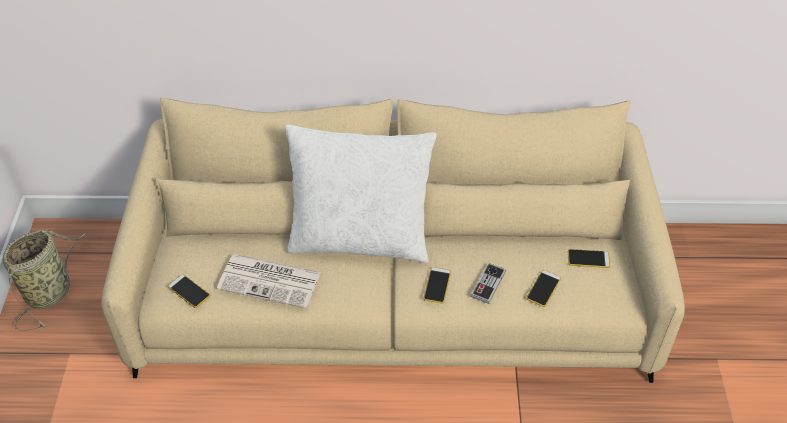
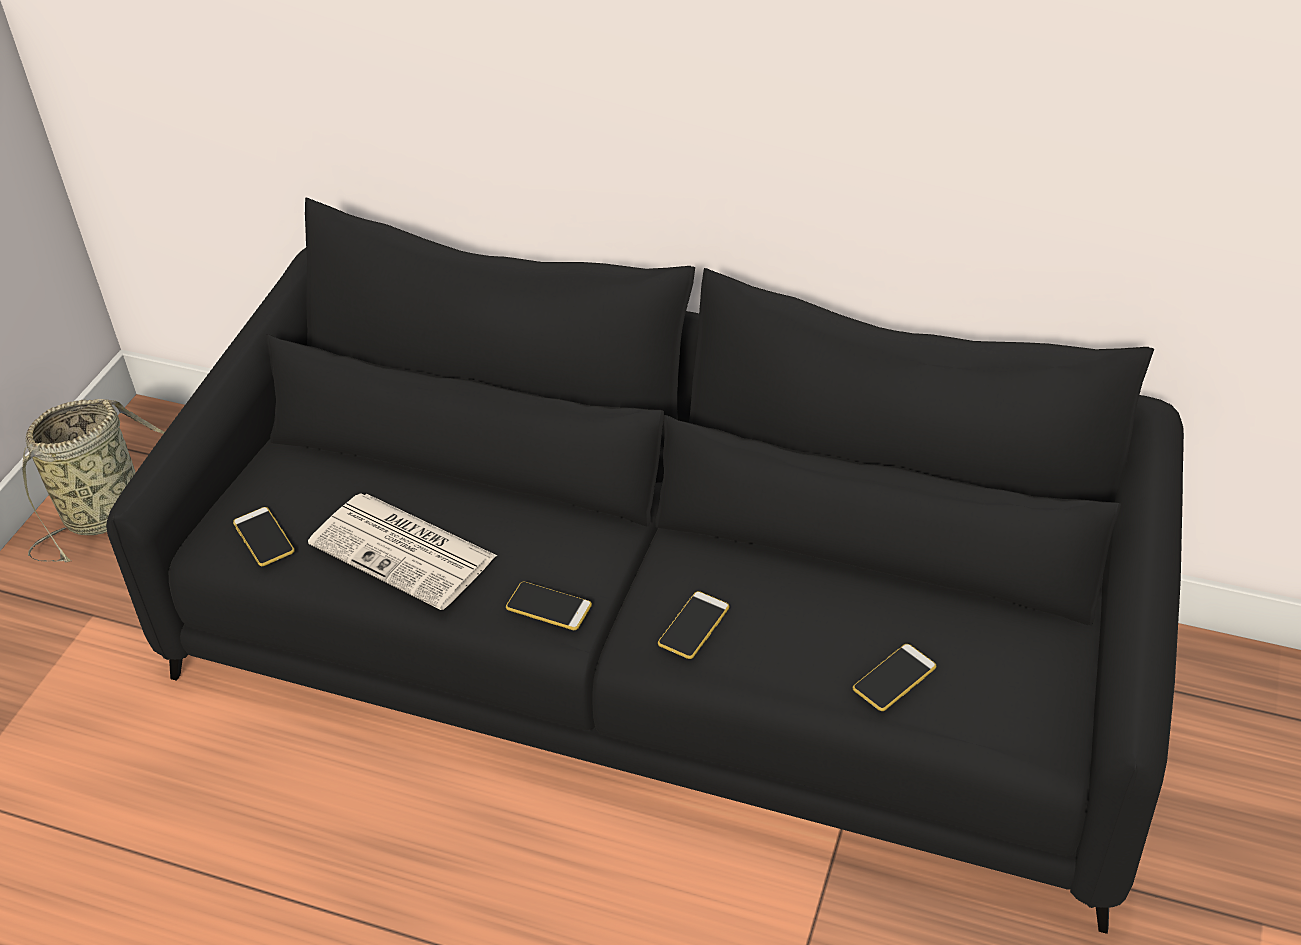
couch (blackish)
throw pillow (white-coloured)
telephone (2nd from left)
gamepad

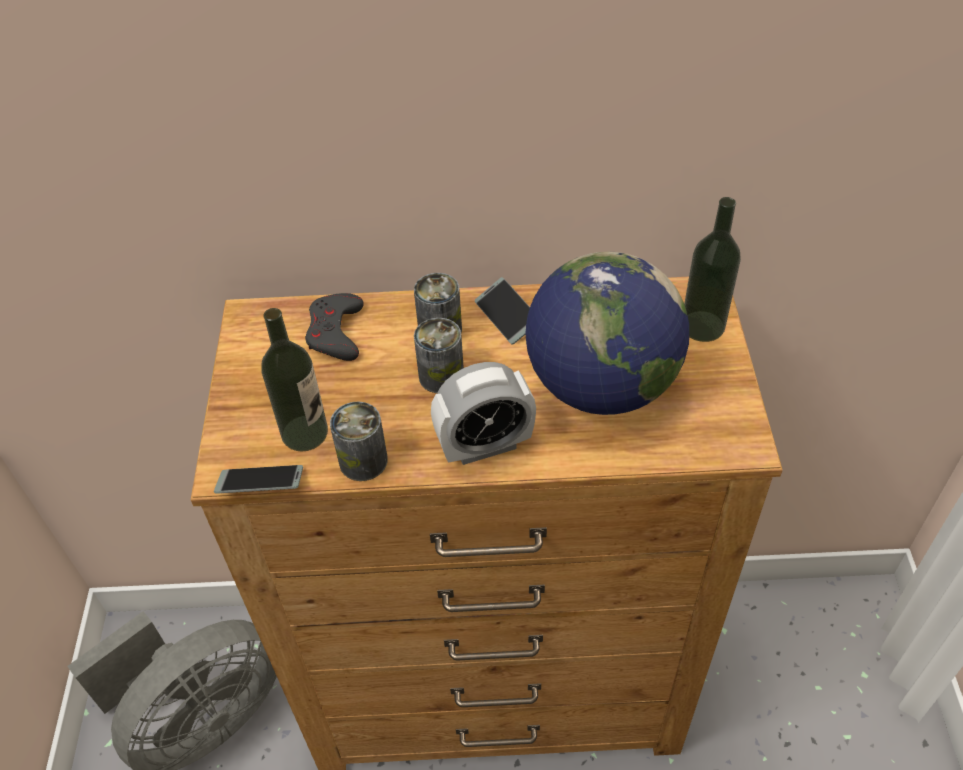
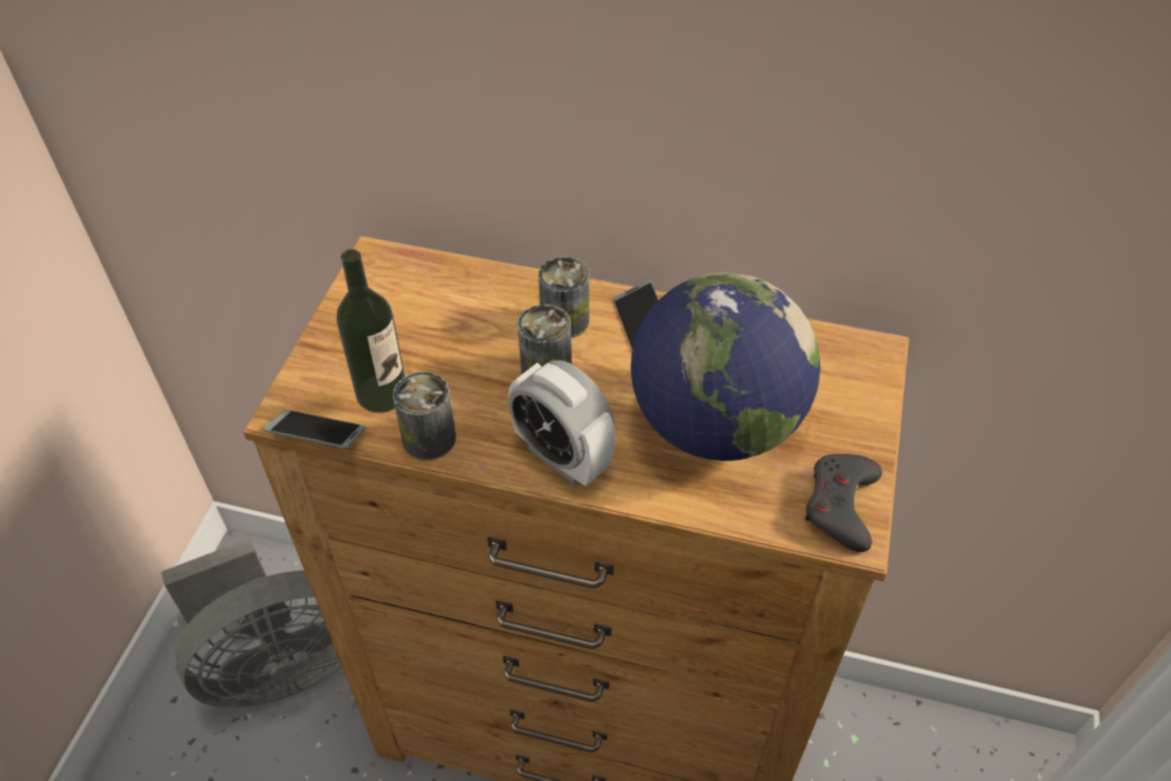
drink bottle (2nd from left in the first image)
gamepad (grey)
bedside clock

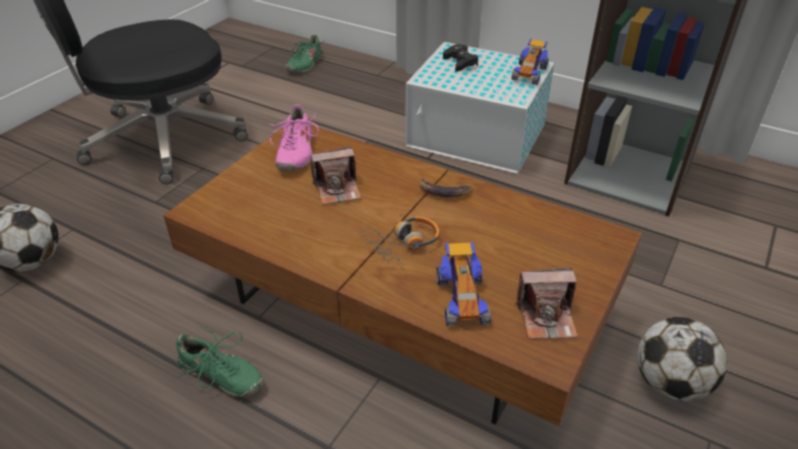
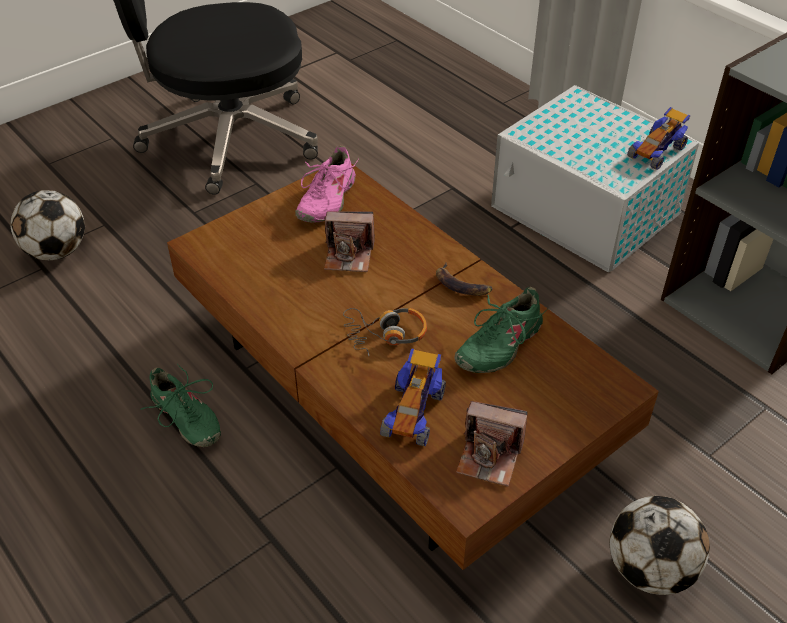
item of footwear (green-coloured) (2nd from left)
gamepad (blackish)

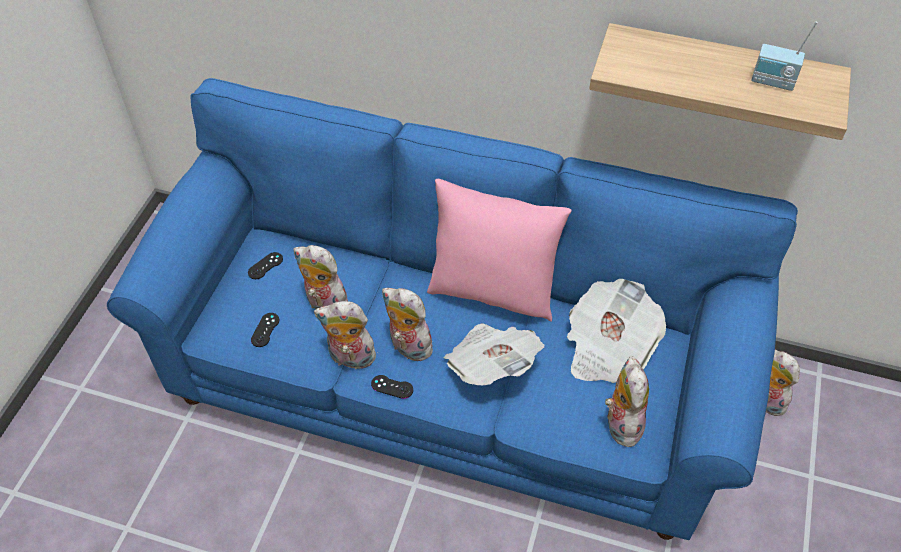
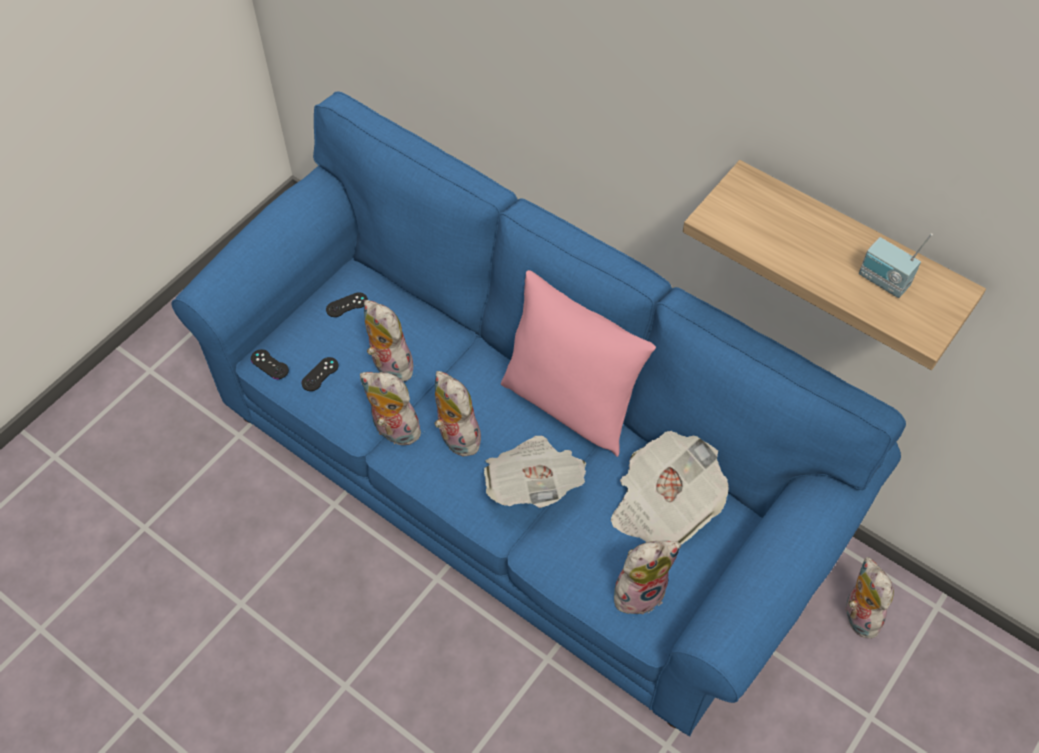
soft toy (4th from left)
gamepad (blackish) (1st from left)

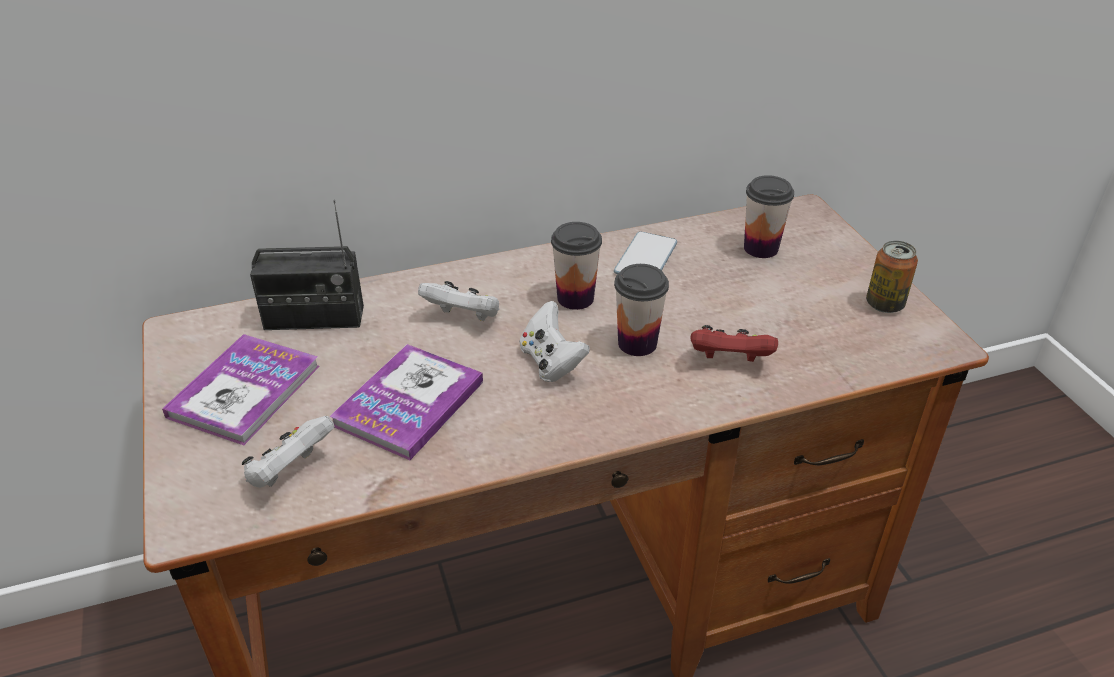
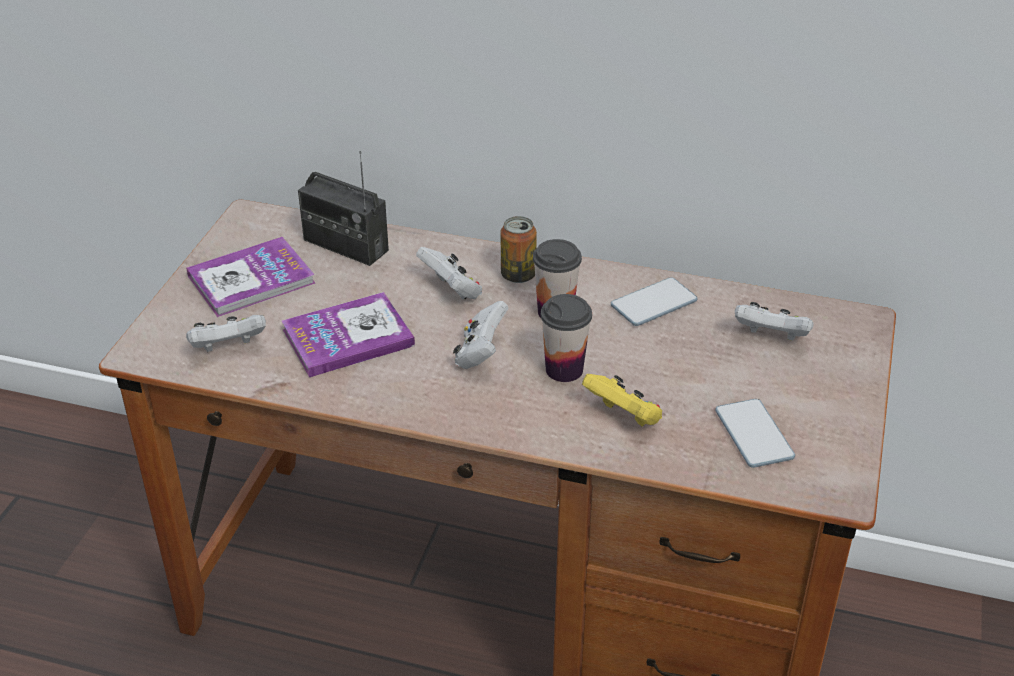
gamepad (white-coloured) (4th from left)
metal can
gamepad (yellow)
telephone (2nd from left)

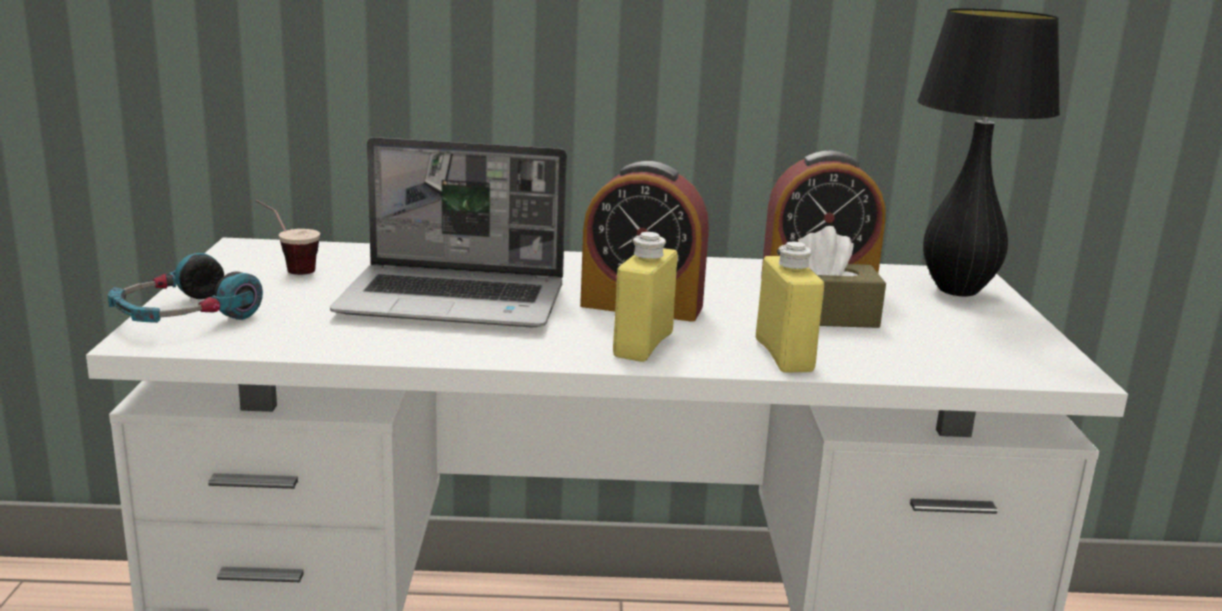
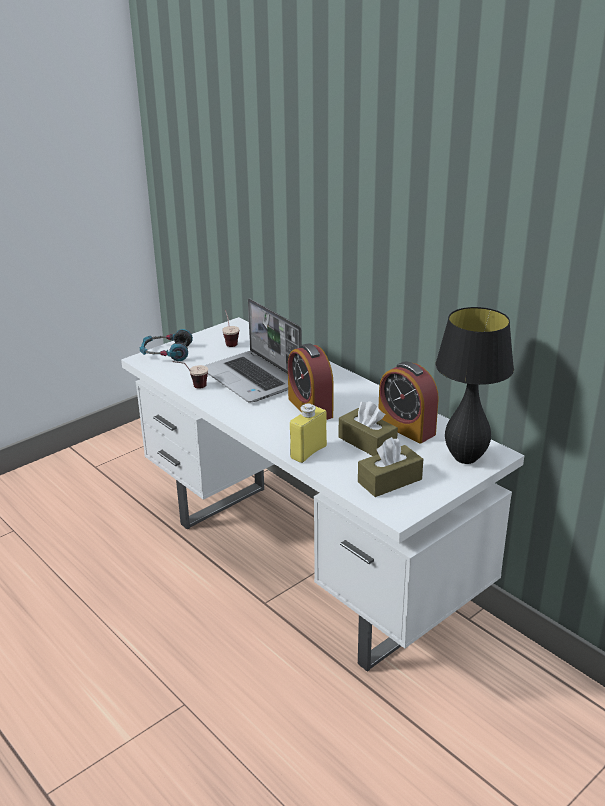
drink bottle (yellow) (1st from left in the first image)
cup (1st from left)
tissue holder (brownish) (2nd from left)

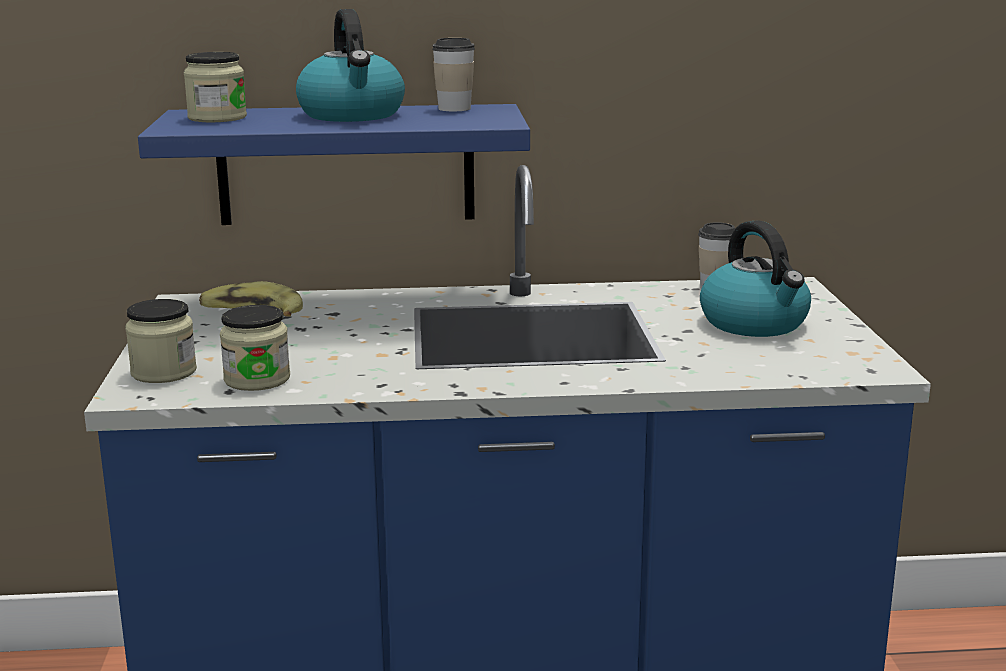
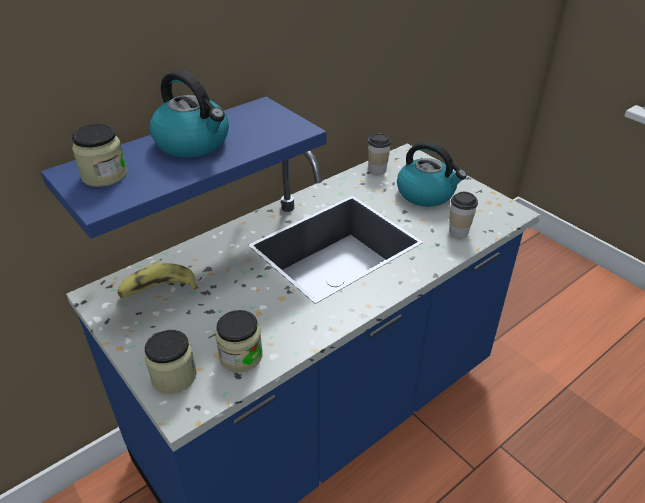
cup (2nd from left)

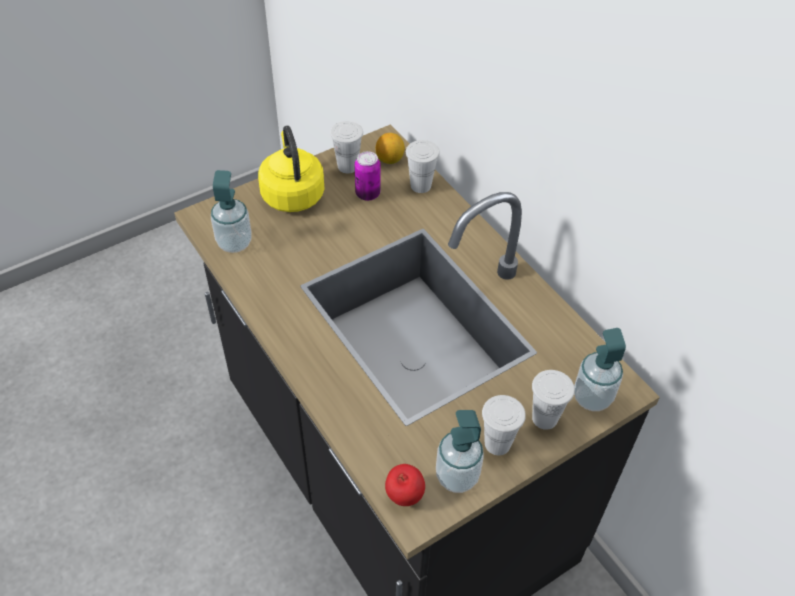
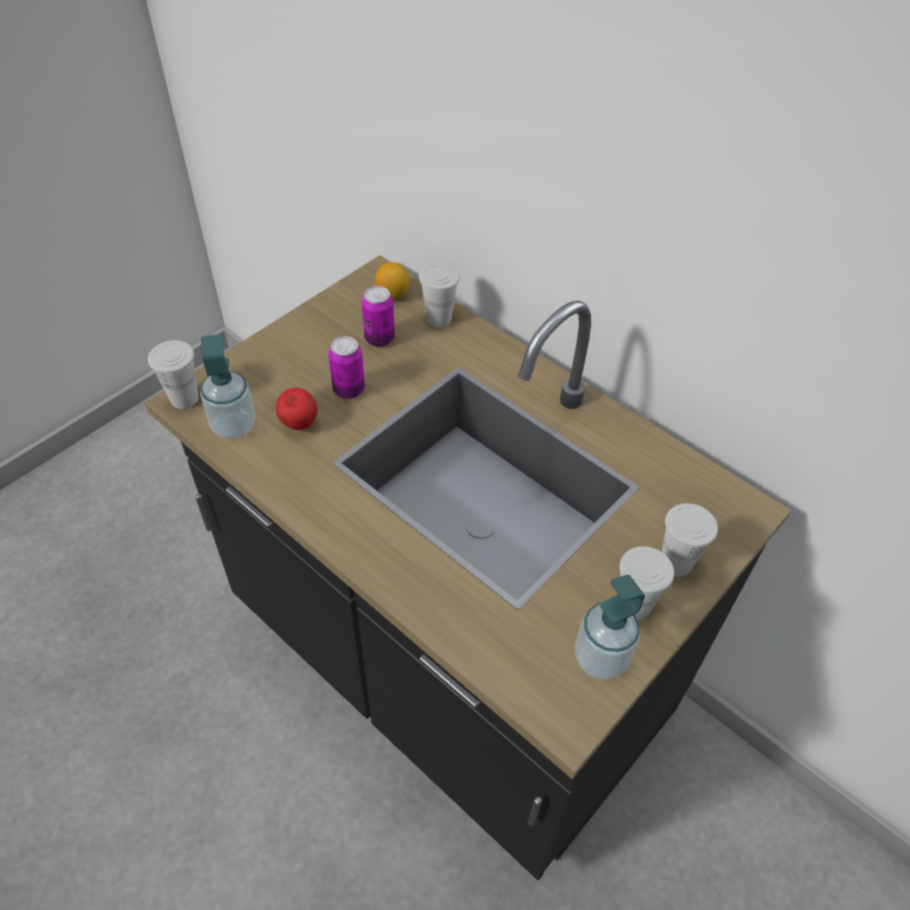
cup (white-coloured) (1st from left)
water kettle (yellow)
soap dispenser (3rd from left in the first image)
apple fruit
metal can (1st from left)

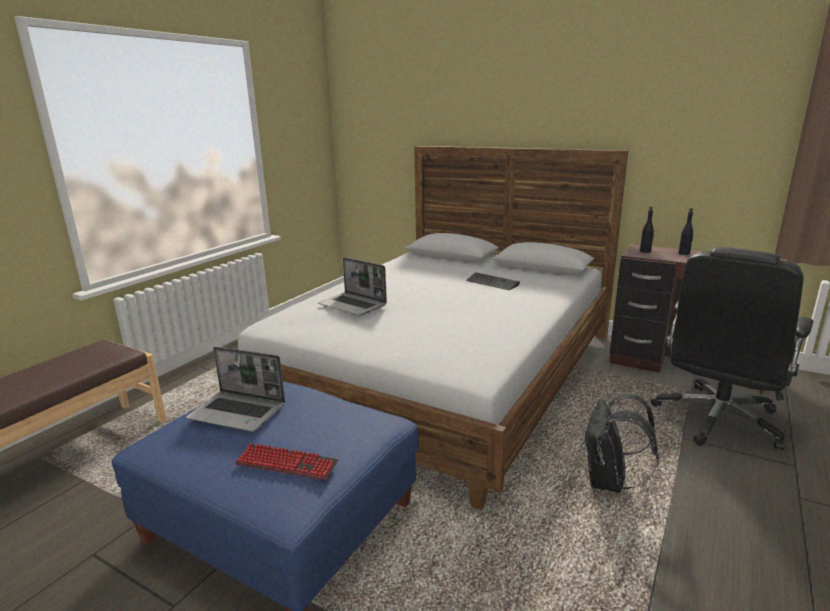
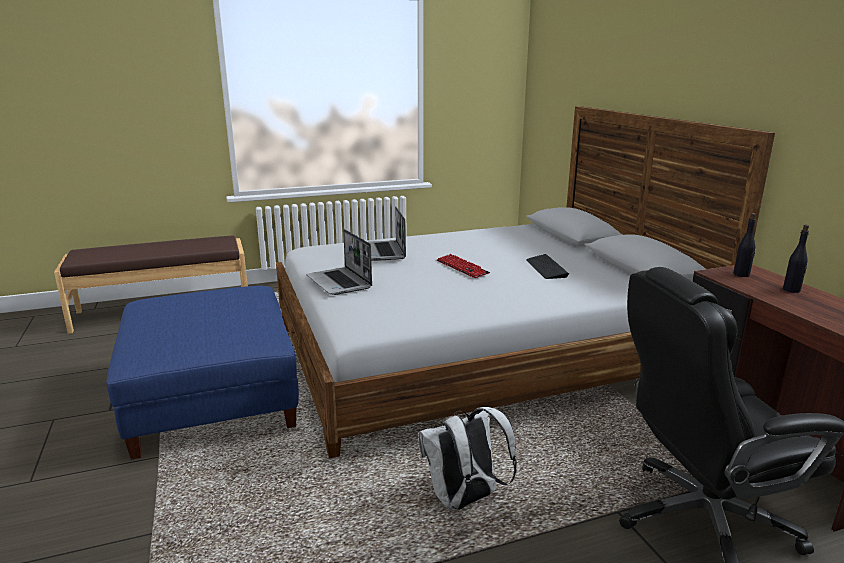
portable computer (1st from left)
knapsack (white-coloured)
PC keyboard (1st from left)

